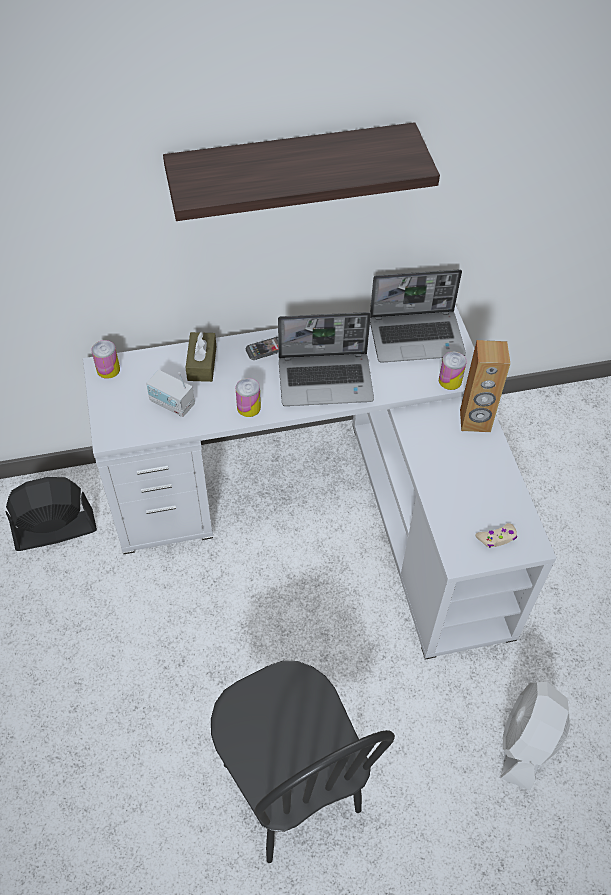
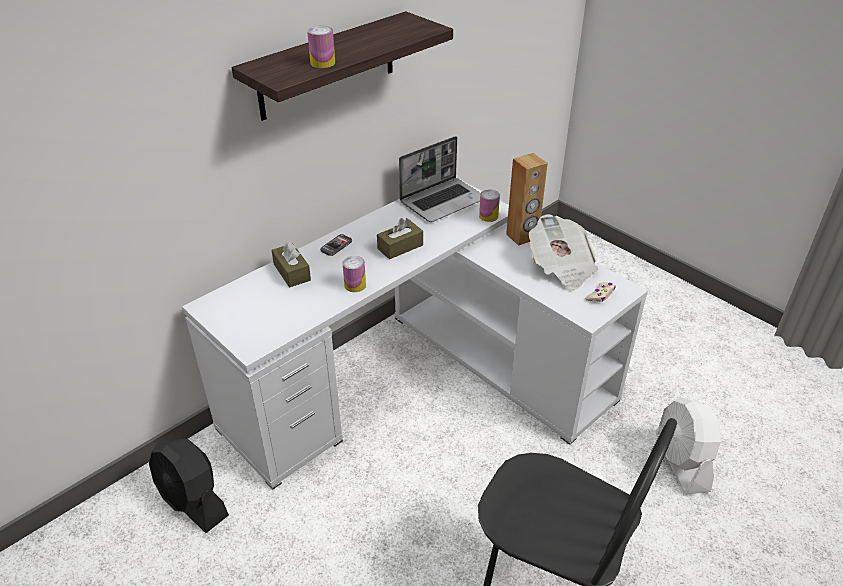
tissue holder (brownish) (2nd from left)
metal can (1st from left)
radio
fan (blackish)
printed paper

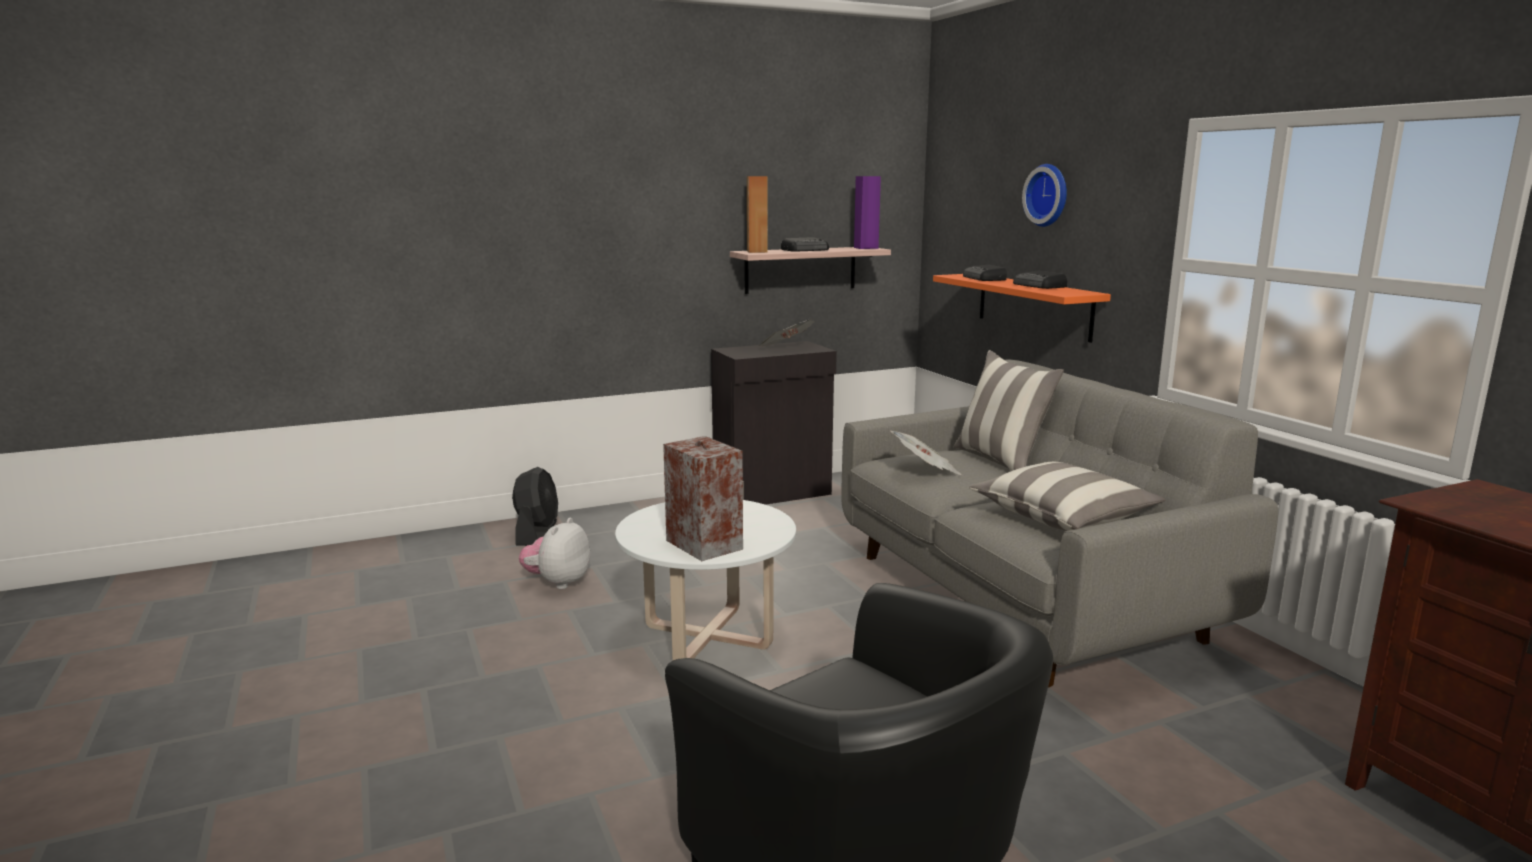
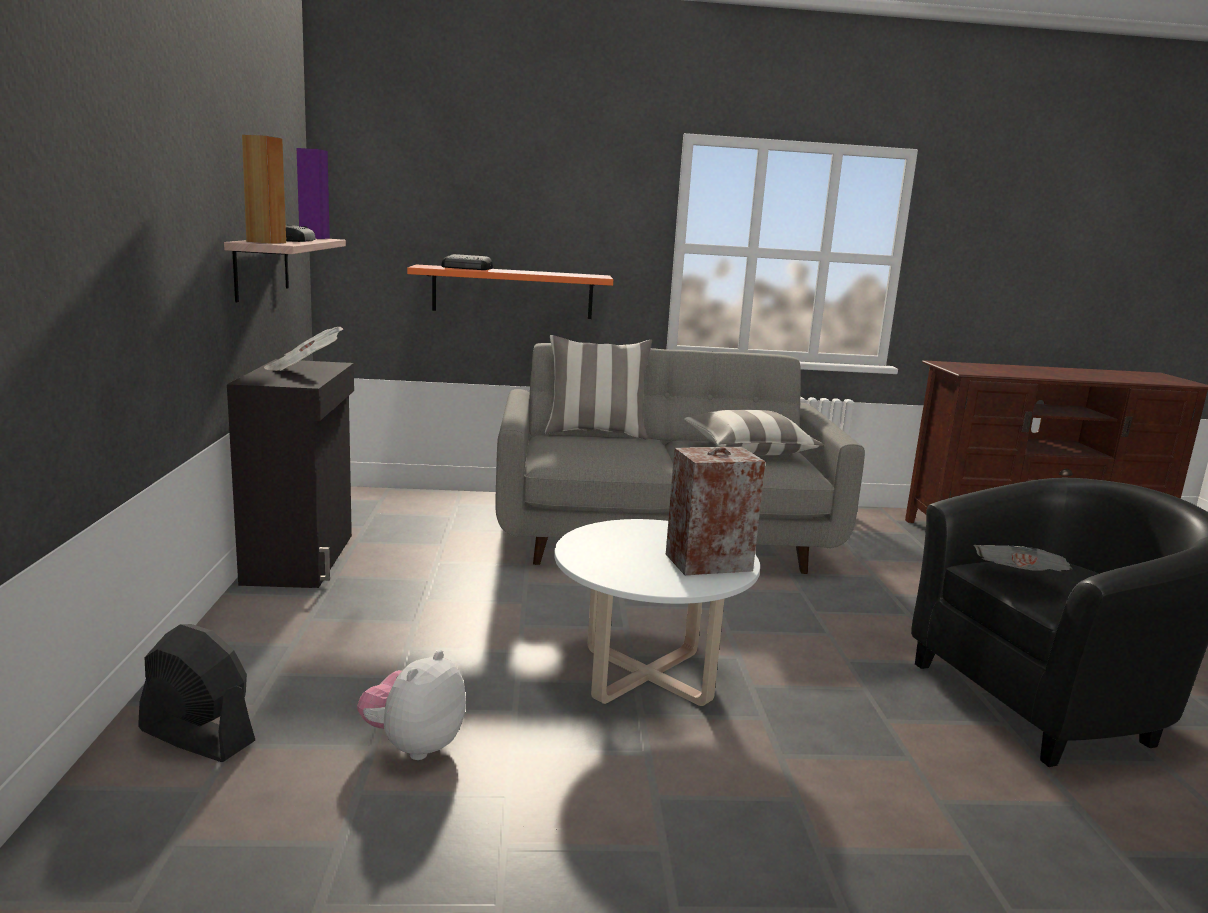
wall clock
radio (3rd from left in the first image)
printed paper (2nd from left)
soft toy

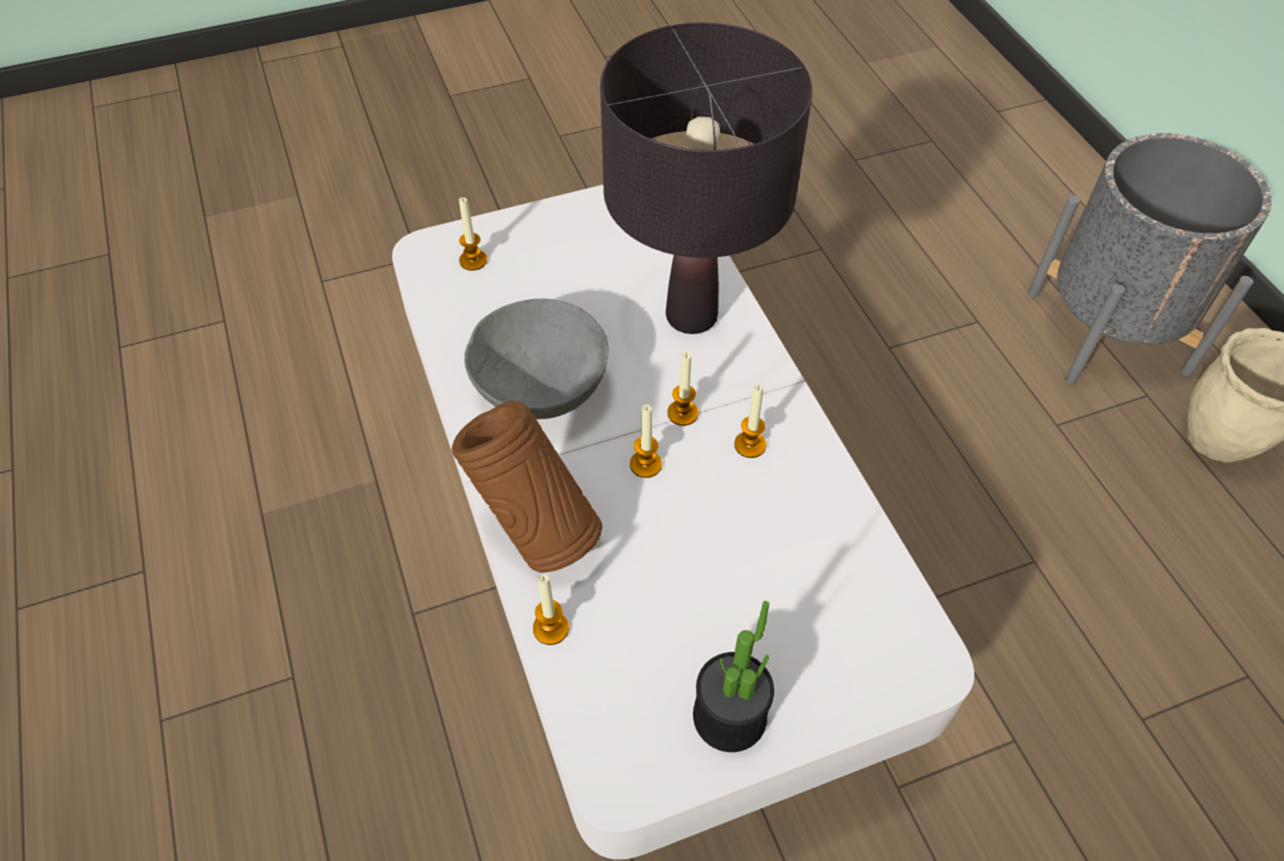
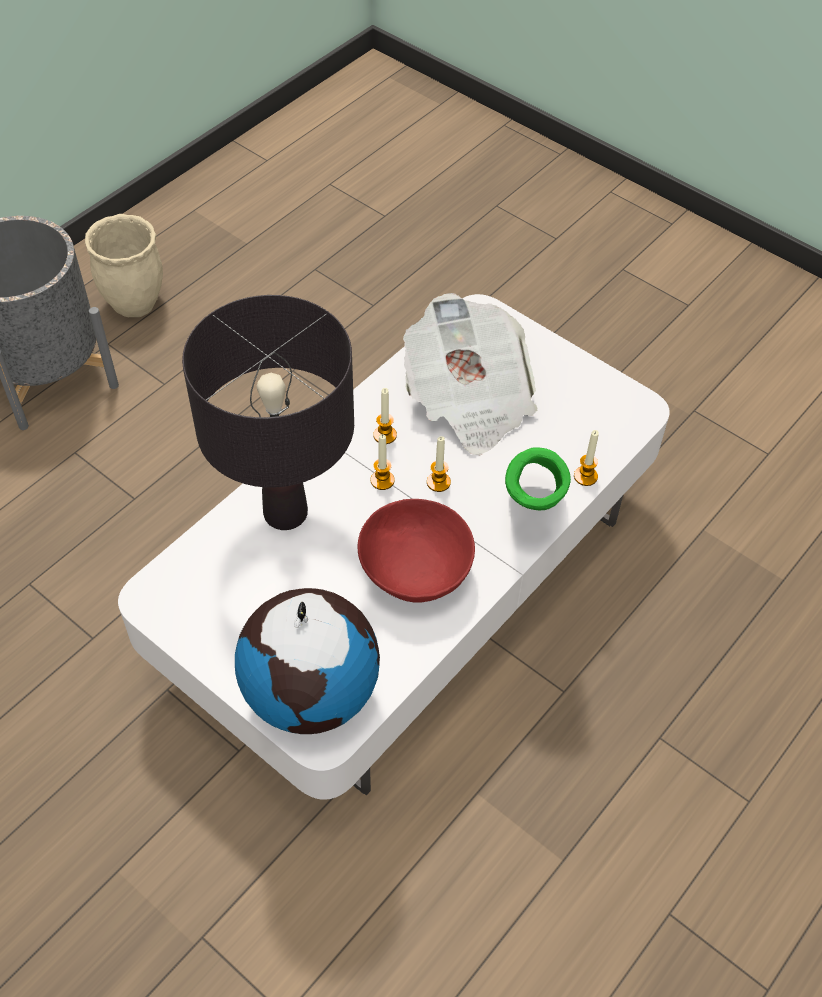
world globe
bowl (red)
flower vase (green-coloured)
plant in a pot
printed paper

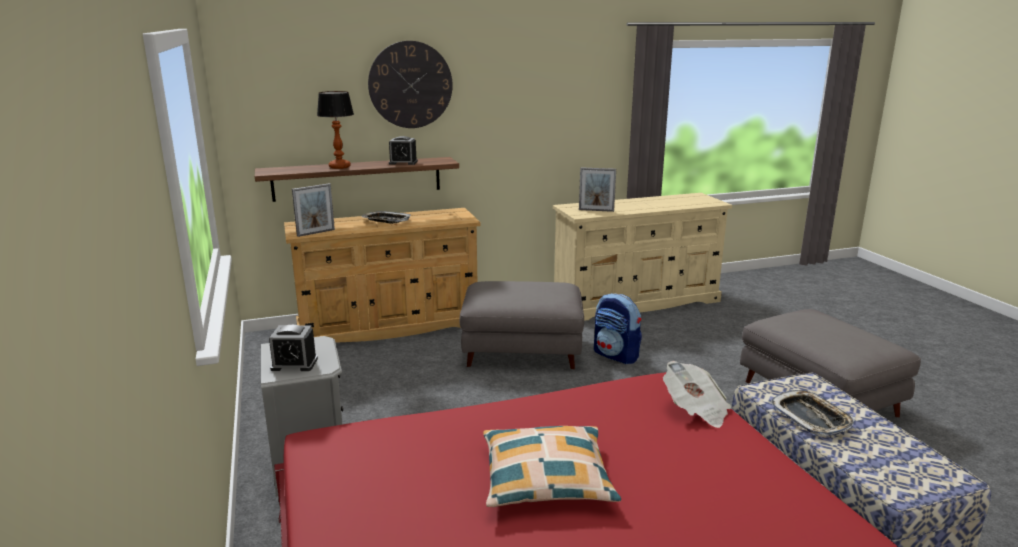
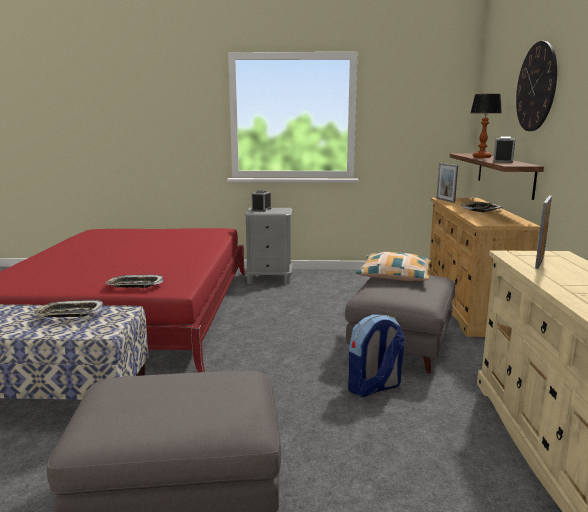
serving tray (2nd from left)
throw pillow

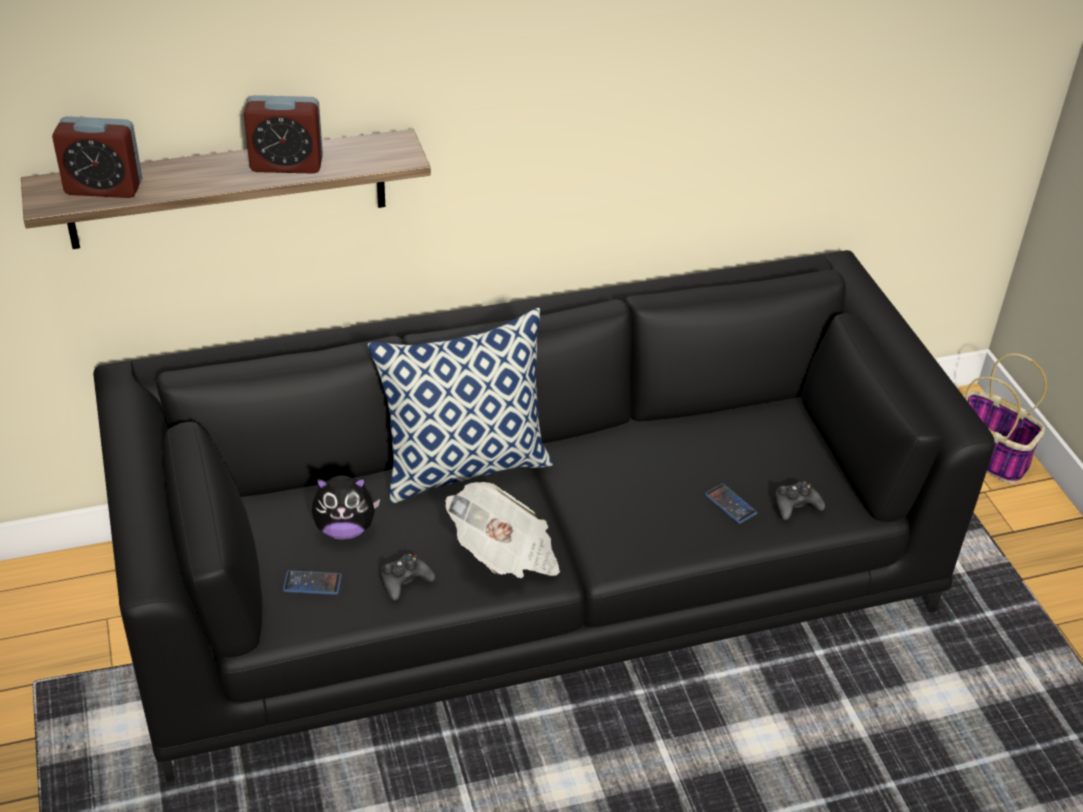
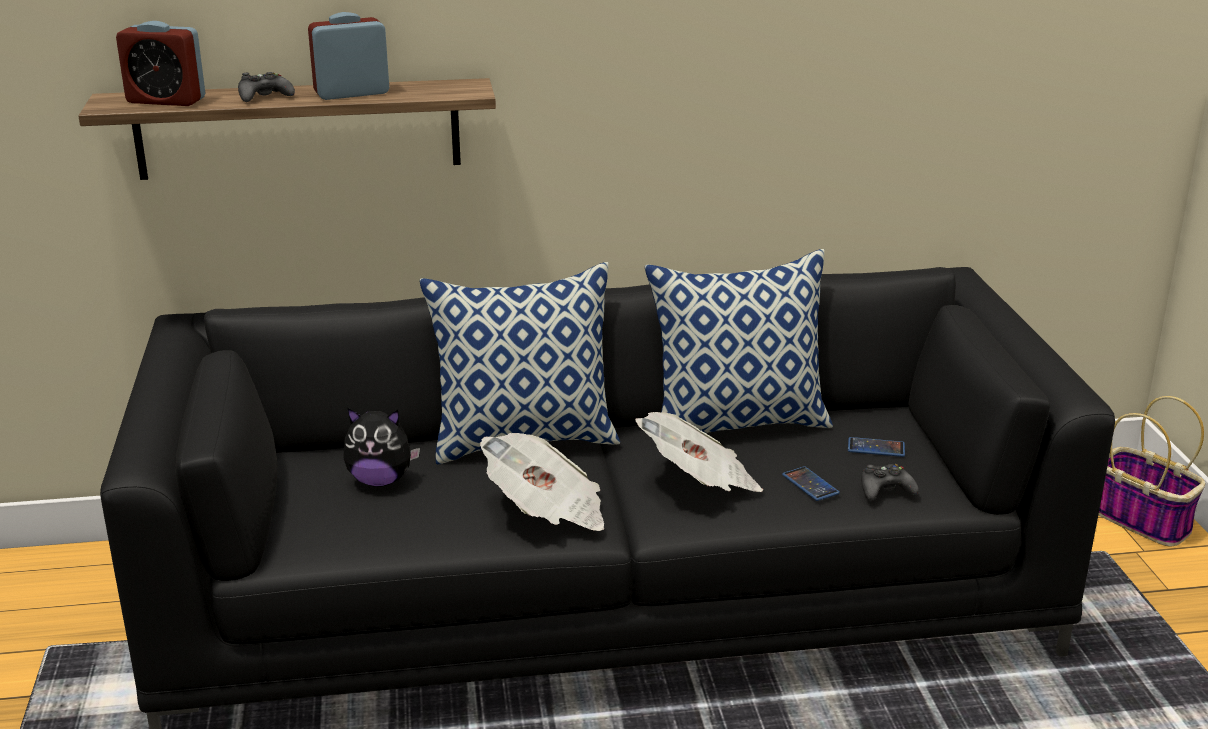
bedside clock (2nd from left)
gamepad (blackish) (1st from left)
telephone (2nd from left)
throw pillow (2nd from left)
printed paper (2nd from left)

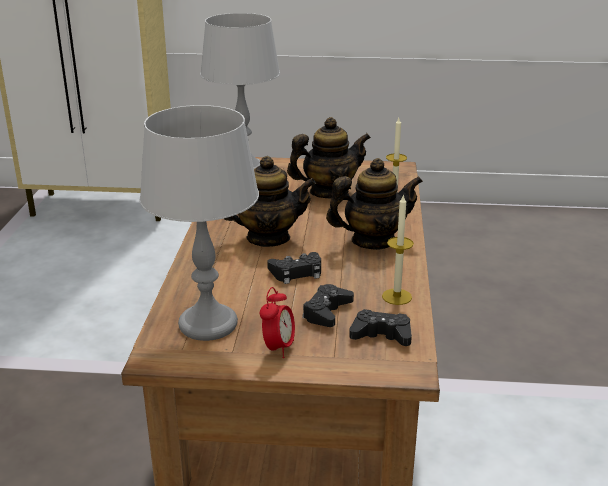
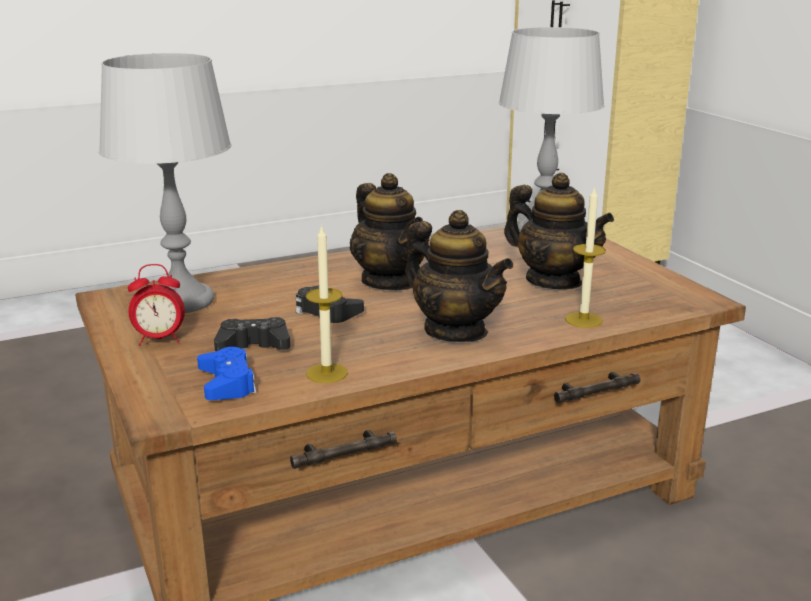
gamepad (blue-coloured)

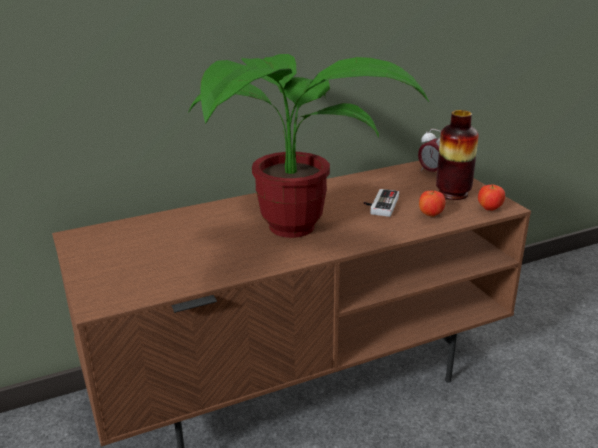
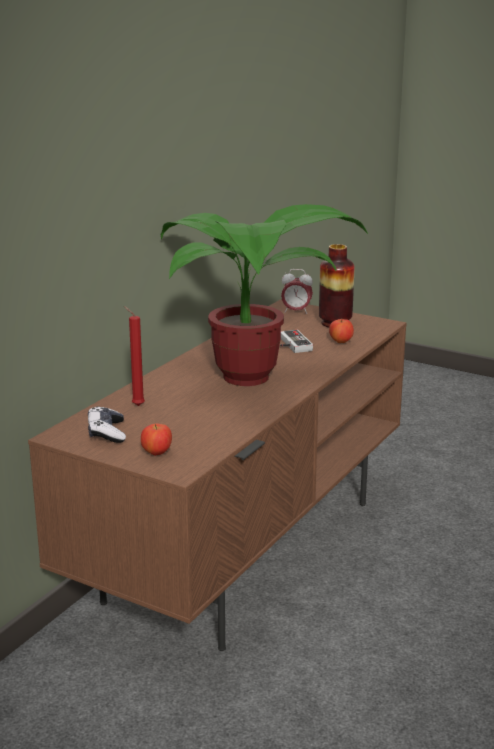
apple fruit (1st from left)
candle (red)
gamepad (1st from left)

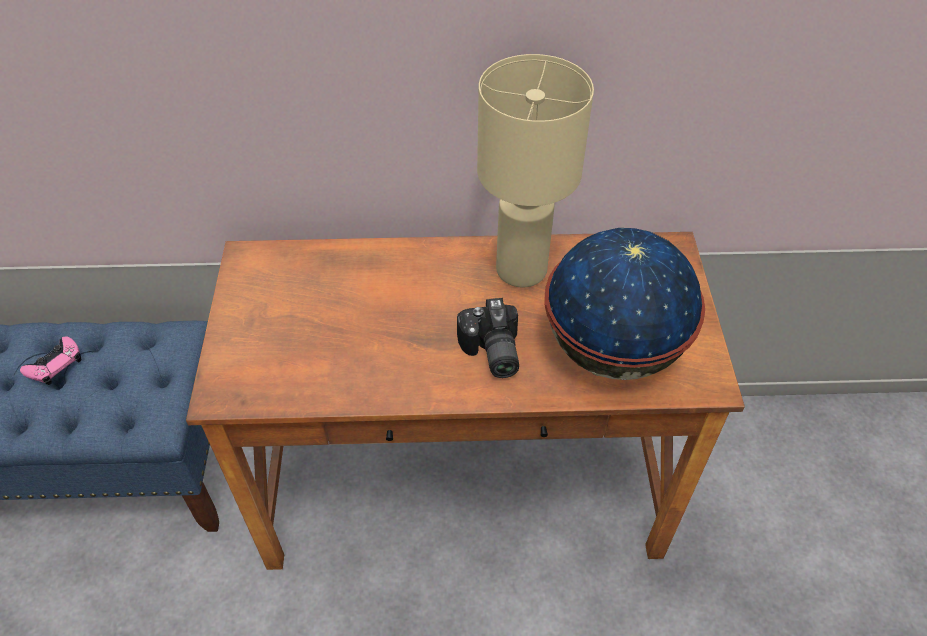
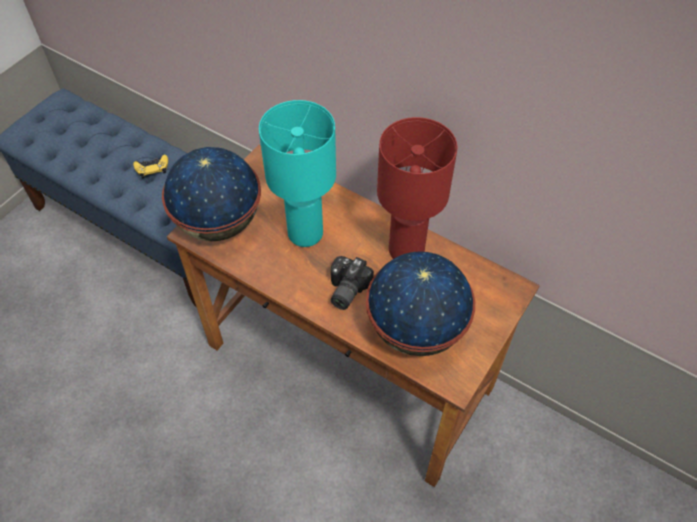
table lamp (red)
gamepad (yellow)
table lamp (turquoise-coloured)
world globe (1st from left)

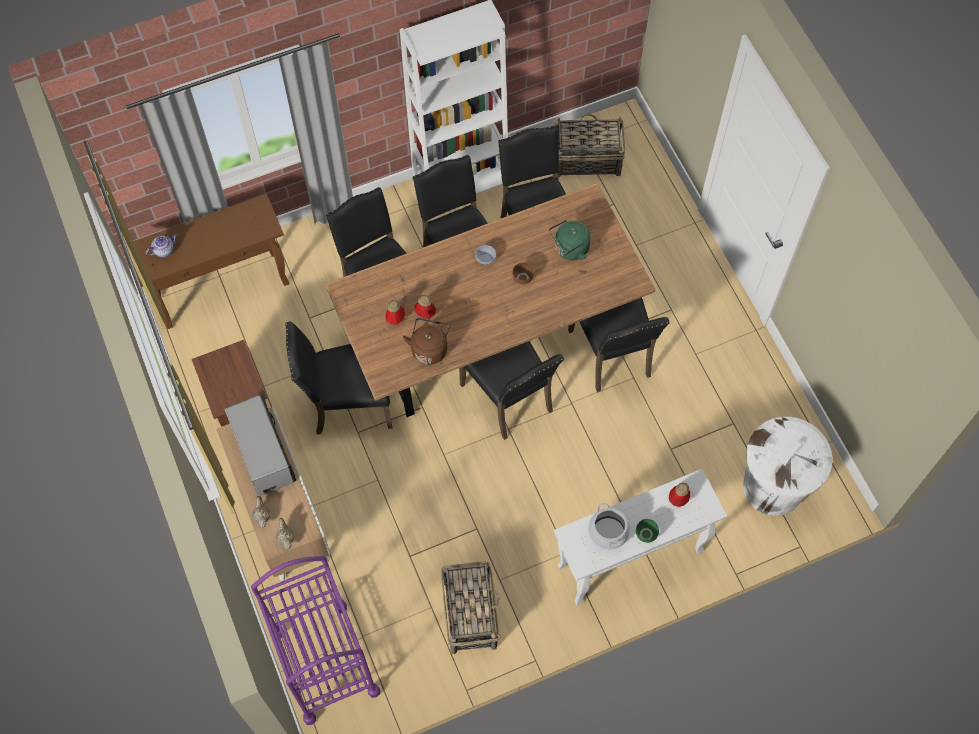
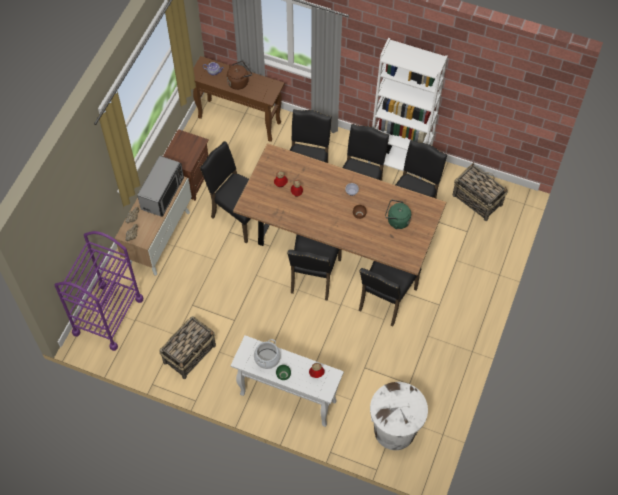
water kettle (brownish)

